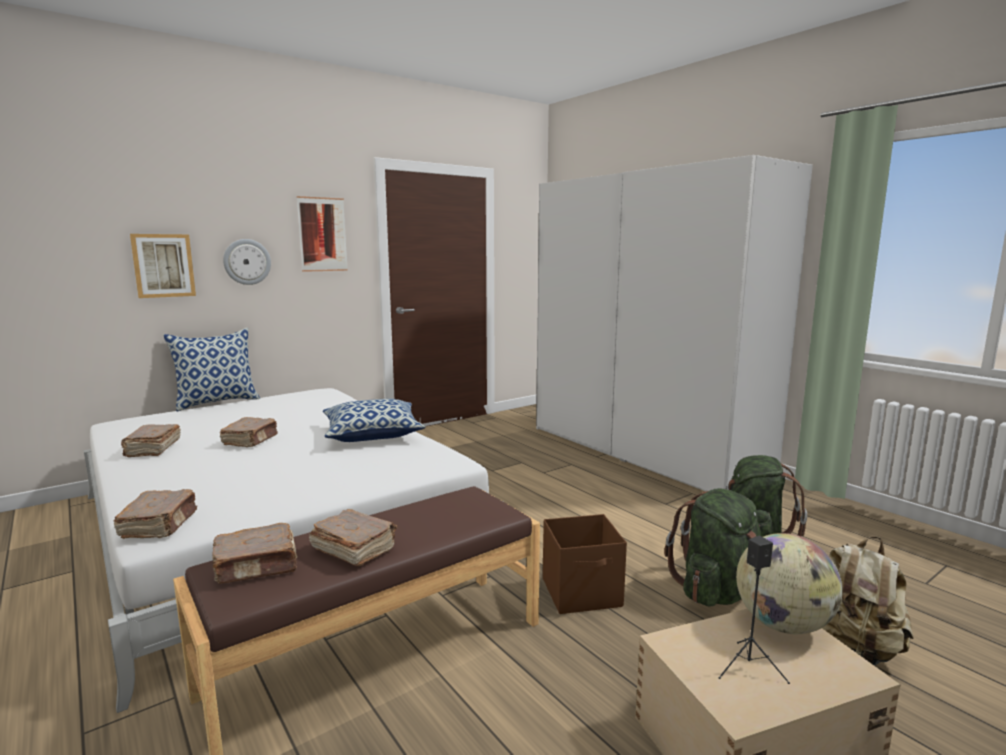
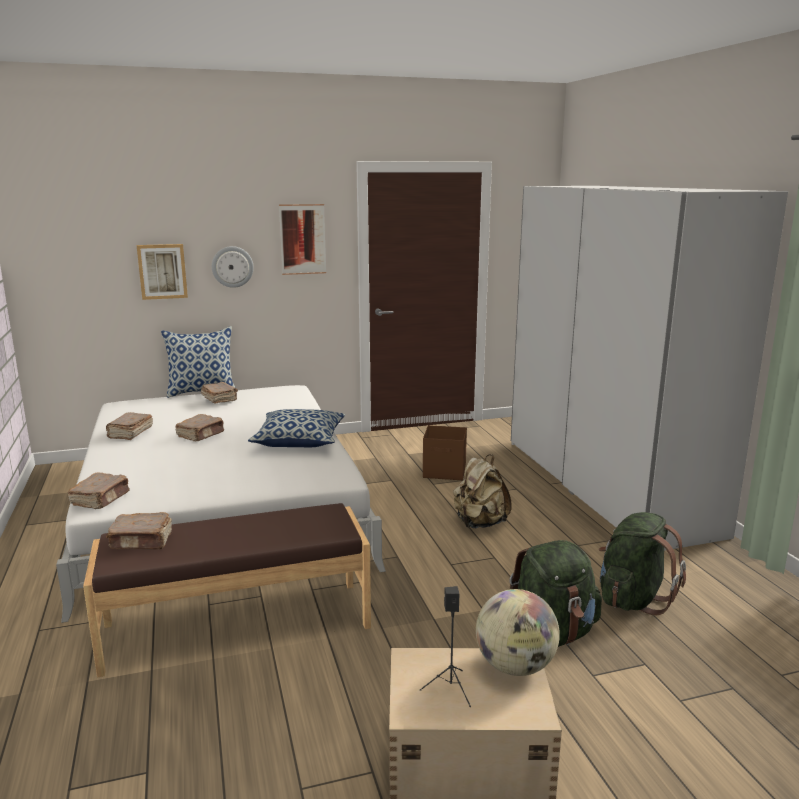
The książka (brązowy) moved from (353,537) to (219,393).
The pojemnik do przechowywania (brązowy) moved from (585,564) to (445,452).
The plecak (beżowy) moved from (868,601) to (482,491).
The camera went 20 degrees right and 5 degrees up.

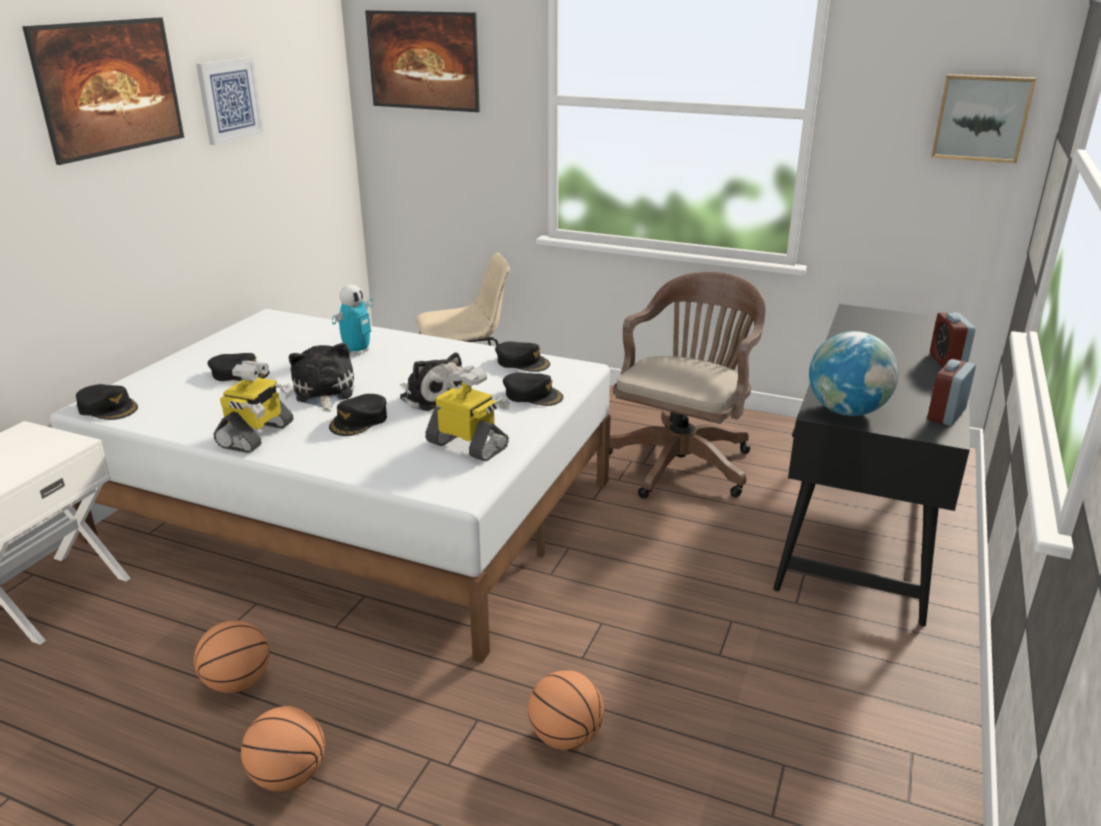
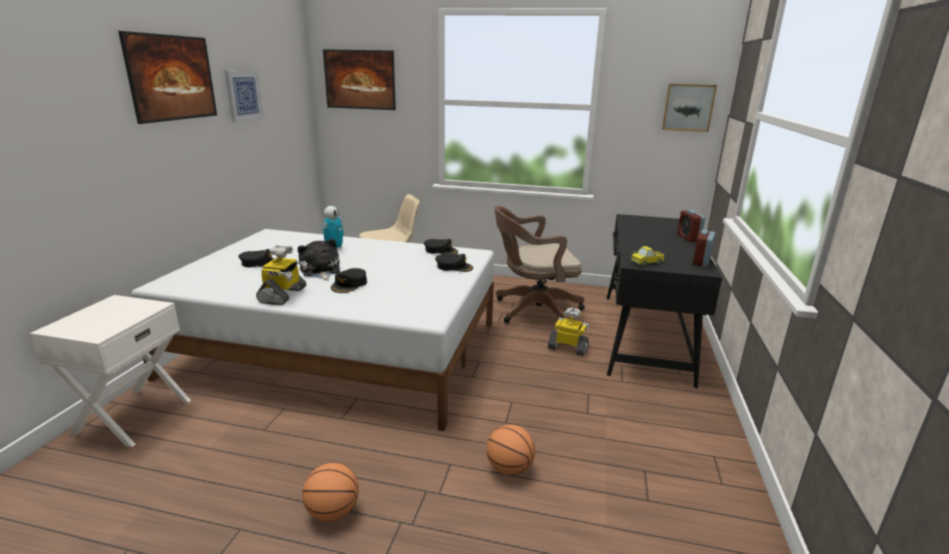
The czapka z daszkiem (czarny) at (107,402) disappeared.
The piłka do koszykówki at (231,656) disappeared.
The pluszak at (431,381) disappeared.
The robot zabawkowy moved from (467,413) to (569,332).
The krzesło biurowe (brązowy) at (687,385) turned 120 degrees counterclockwise.
The globus at (853,373) was replaced by the ciężarówka zabawkowa at (648,256).
The camera went 10 degrees left and 5 degrees down.

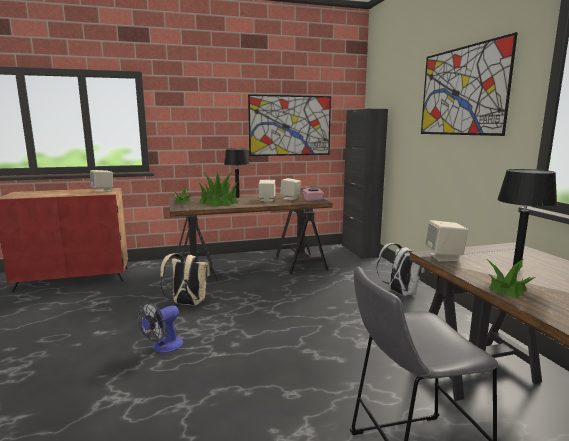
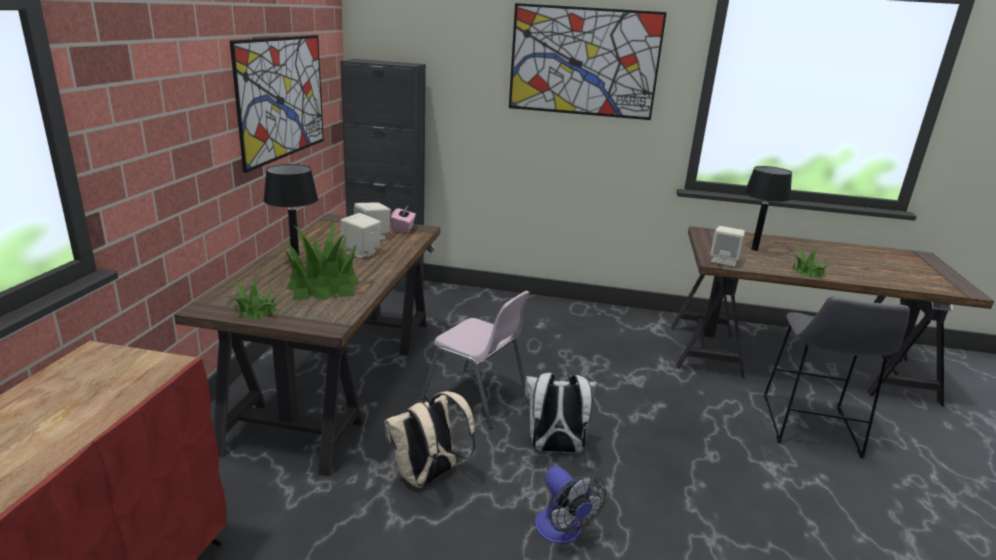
The głośnik (beżowy) at (101,181) disappeared.
The plecak (biały) moved from (400,269) to (561,412).
The krzesło (różowy) at (475,360) appeared.
The camera went 65 degrees left and 10 degrees up.

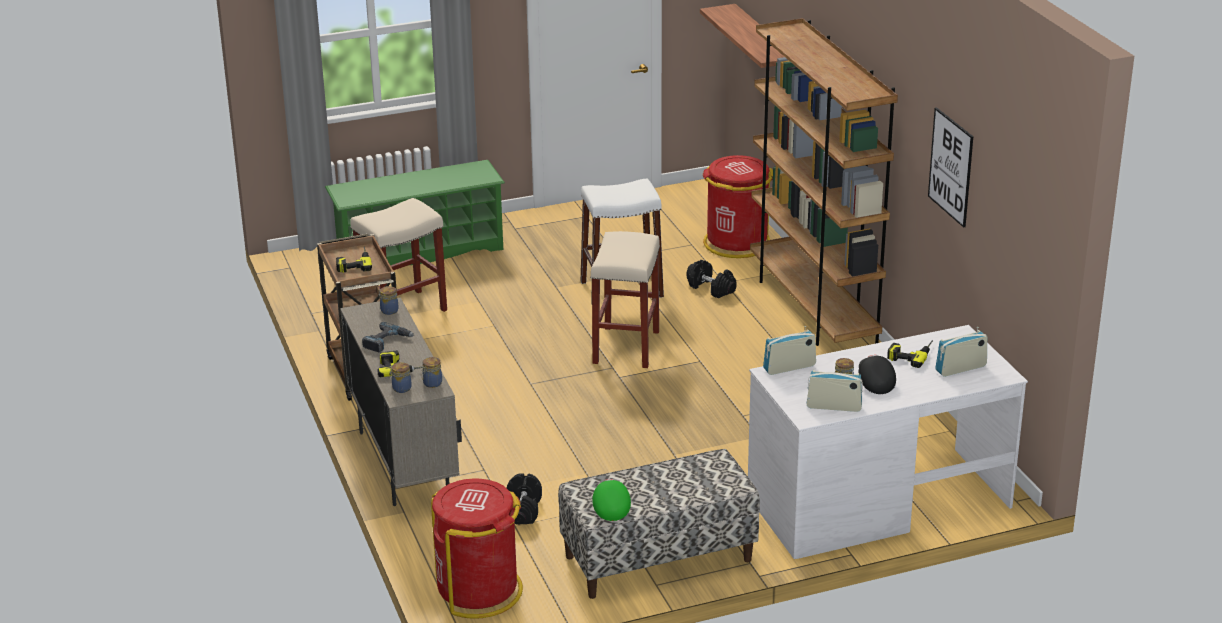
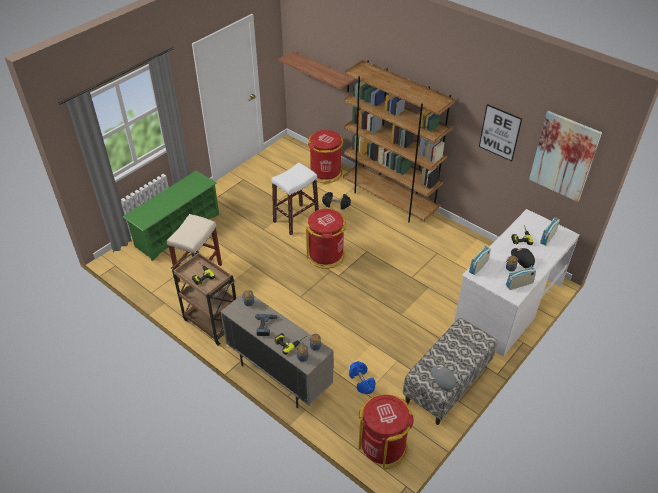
The hantel (czarny) at (524,499) became the hantel (niebieski) at (362,377).
The stołek (beżowy) at (625,299) was replaced by the kosz na śmieci (czerwony) at (326,239).
The czapka z daszkiem (zielony) at (611,500) became the czapka z daszkiem (szary) at (443,378).
The obraz at (565,156) appeared.
The camera went 30 degrees left and 15 degrees up.

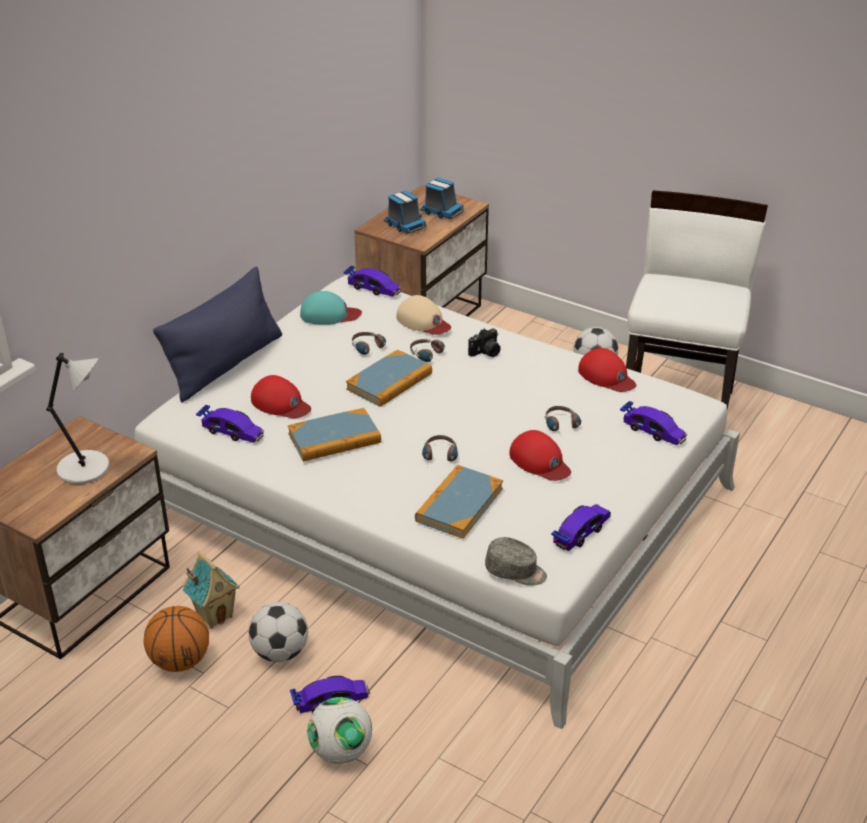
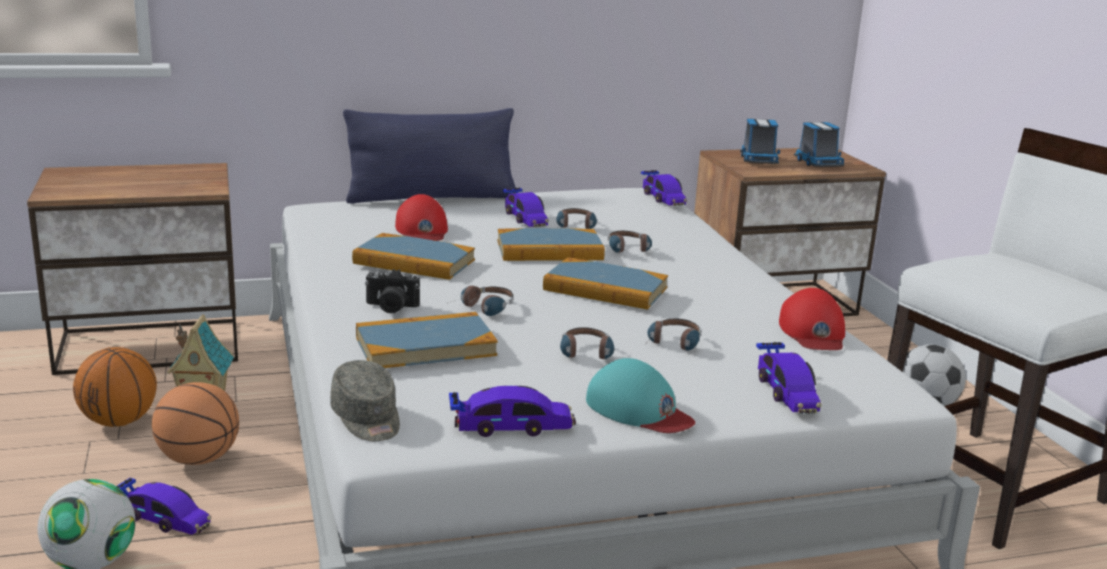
The lampa stołowa (szary) at (78,418) disappeared.
The samochodzik moved from (230,424) to (526,207).
The piłka futbolowa at (278,632) was replaced by the piłka do koszykówki at (195,423).
The czapka z daszkiem (turkusowy) moved from (331,308) to (640,395).
The czapka z daszkiem (beżowy) at (424,315) disappeared.
The aparat fotograficzny moved from (484,342) to (392,291).
The czapka z daszkiem (czerwony) at (540,455) was replaced by the słuchawki at (587,343).
The książka at (605,283) appeared.
The camera went 40 degrees right and 15 degrees down.

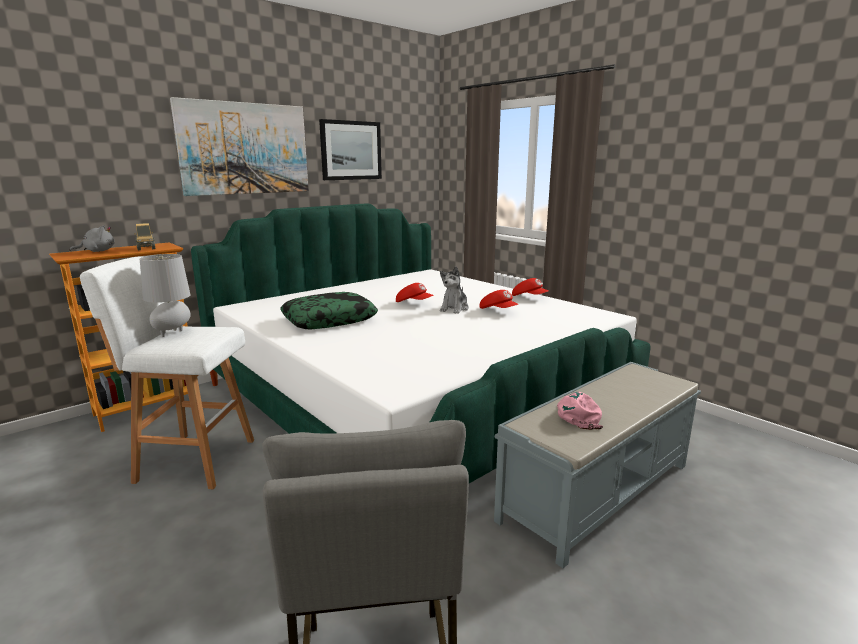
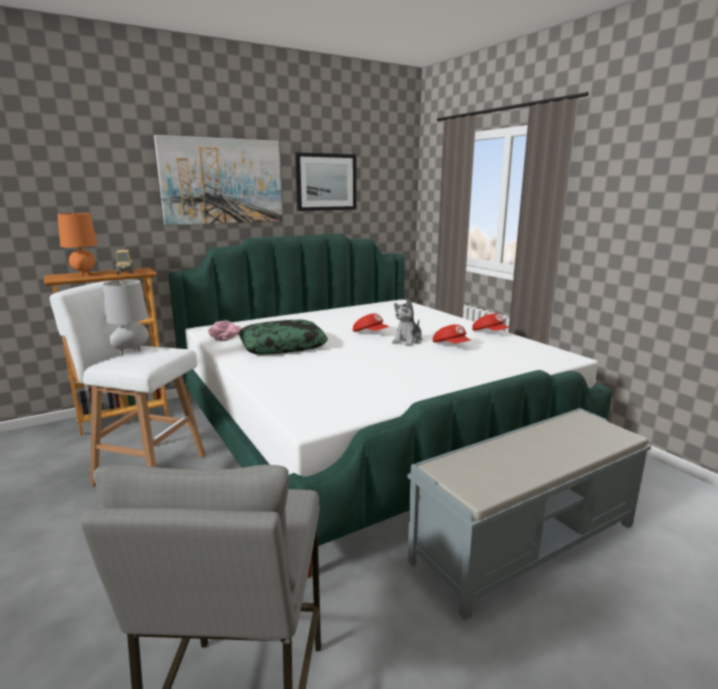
The pluszak (szary) at (92,238) was replaced by the lampa stołowa (pomarańczowy) at (77,244).
The czapka z daszkiem (różowy) moved from (580,411) to (225,330).
The camera went 10 degrees right and 0 degrees up.

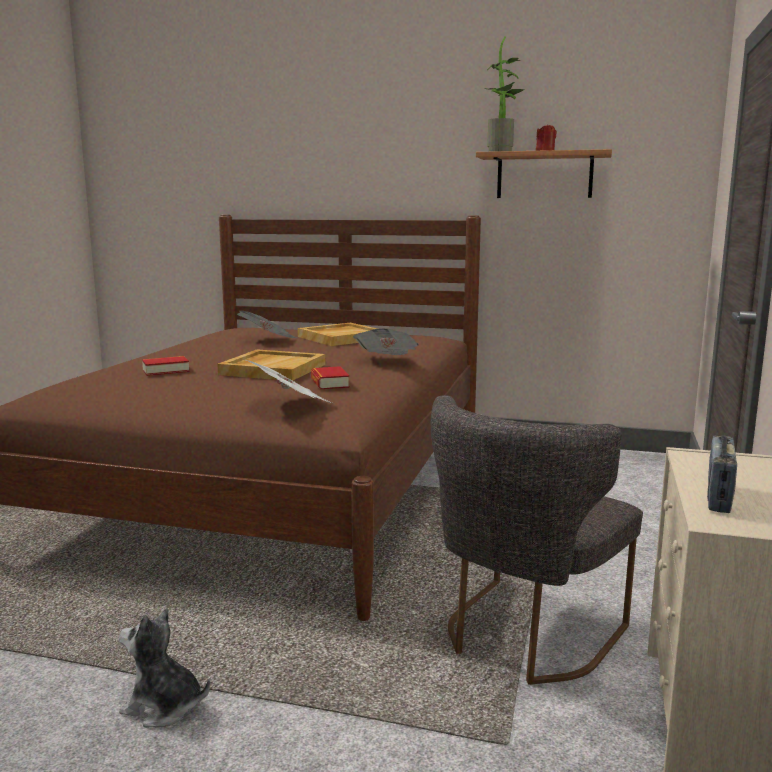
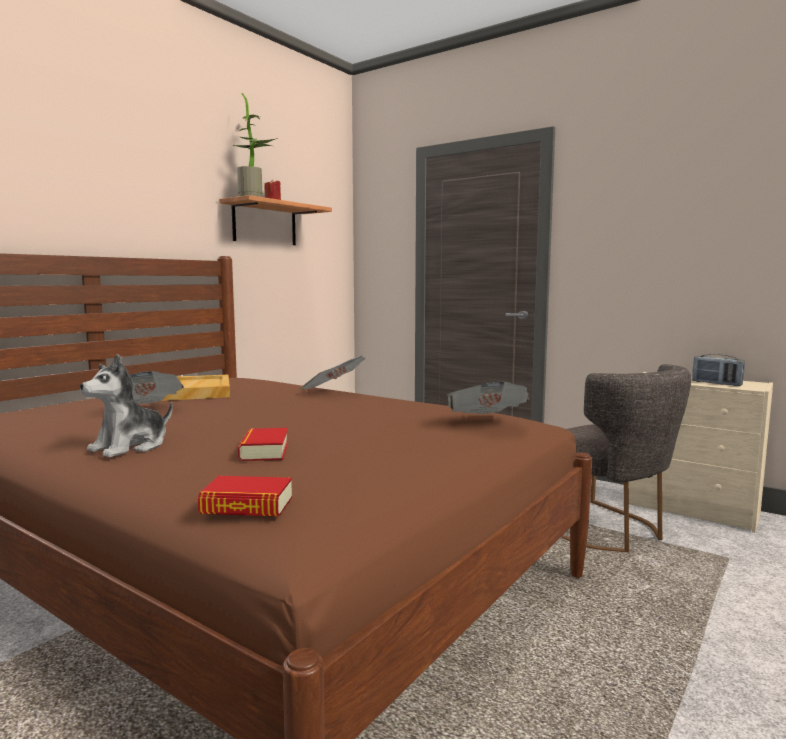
The pluszak moved from (164,667) to (126,406).
The taca (beżowy) at (271,365) disappeared.
The książka moved from (330,377) to (245,496).
The camera went 70 degrees left and 5 degrees down.

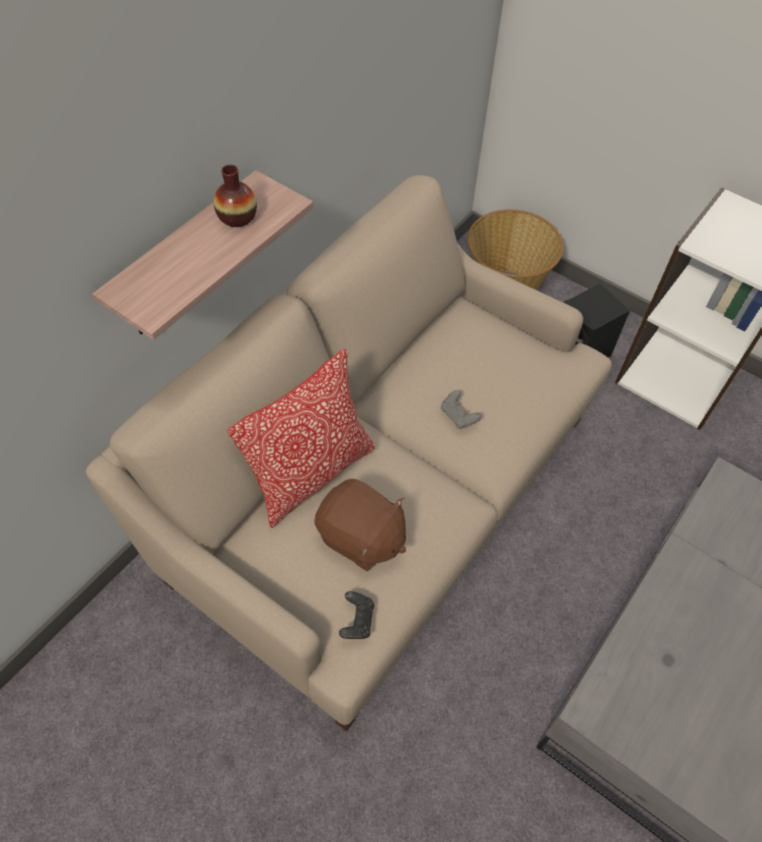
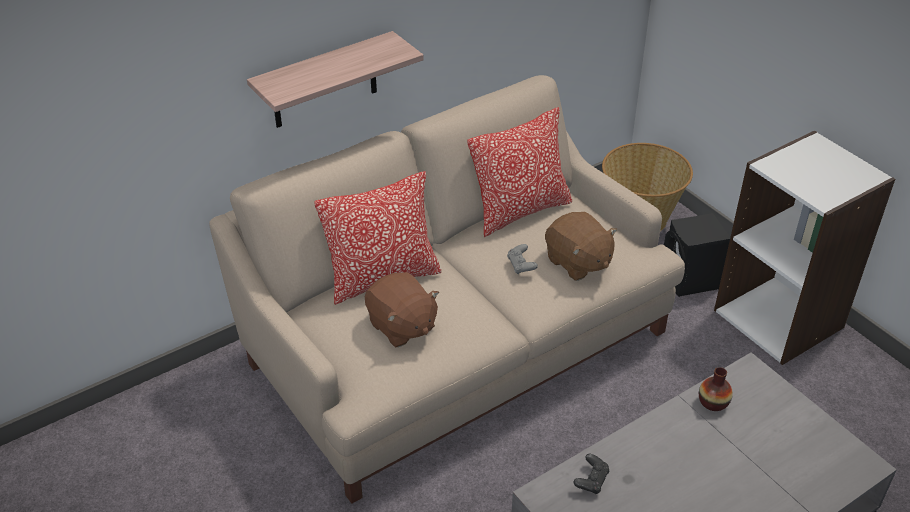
The wazon moved from (235,196) to (716,389).
The pad do gier (czarny) moved from (356,615) to (591,474).
The poduszka at (519,172) appeared.
The pluszak (brązowy) at (581,246) appeared.
The camera went 20 degrees right and 15 degrees down.

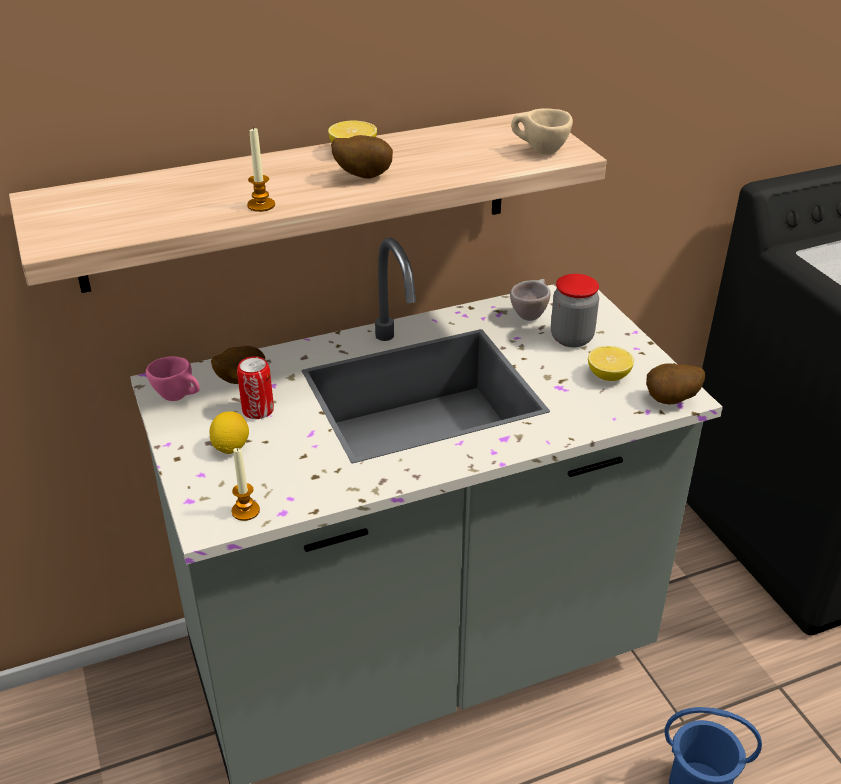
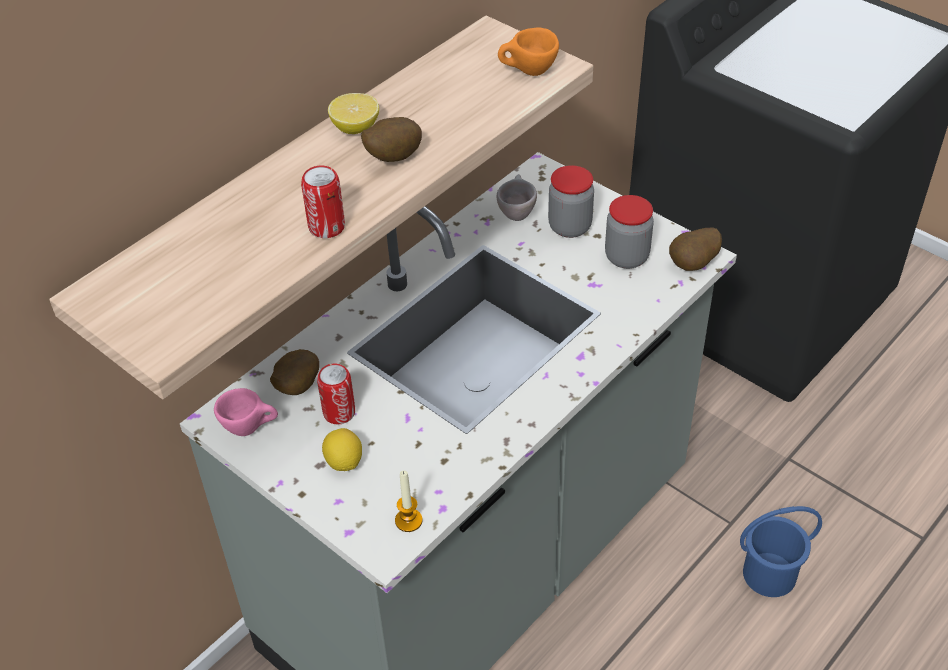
The świeca at (261,169) was replaced by the puszka at (323,201).
The filiżanka (beżowy) at (542,131) became the filiżanka (pomarańczowy) at (528,51).
The cytryna at (611,363) was replaced by the słoik at (629,232).
The camera went 25 degrees left and 10 degrees up.

